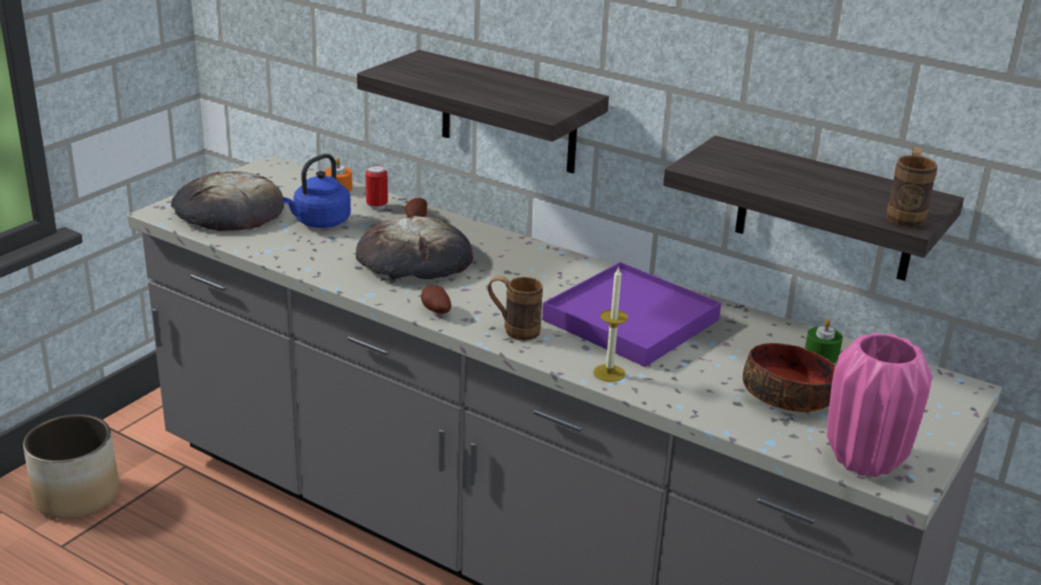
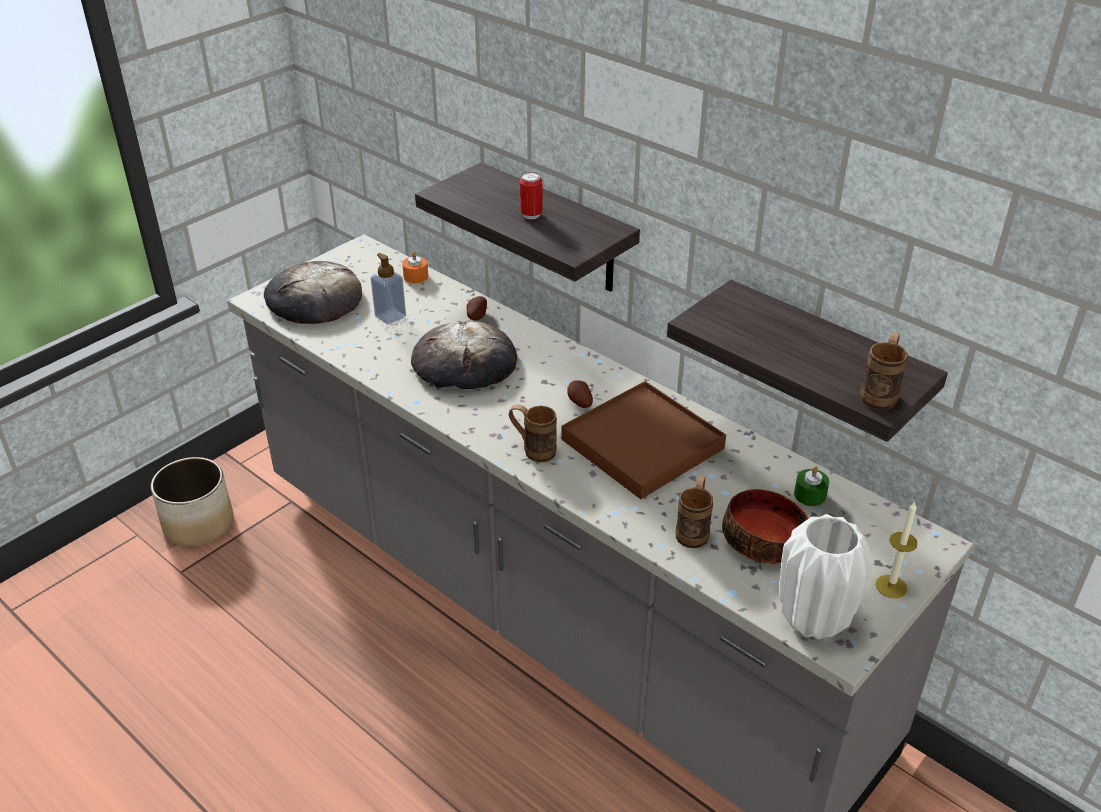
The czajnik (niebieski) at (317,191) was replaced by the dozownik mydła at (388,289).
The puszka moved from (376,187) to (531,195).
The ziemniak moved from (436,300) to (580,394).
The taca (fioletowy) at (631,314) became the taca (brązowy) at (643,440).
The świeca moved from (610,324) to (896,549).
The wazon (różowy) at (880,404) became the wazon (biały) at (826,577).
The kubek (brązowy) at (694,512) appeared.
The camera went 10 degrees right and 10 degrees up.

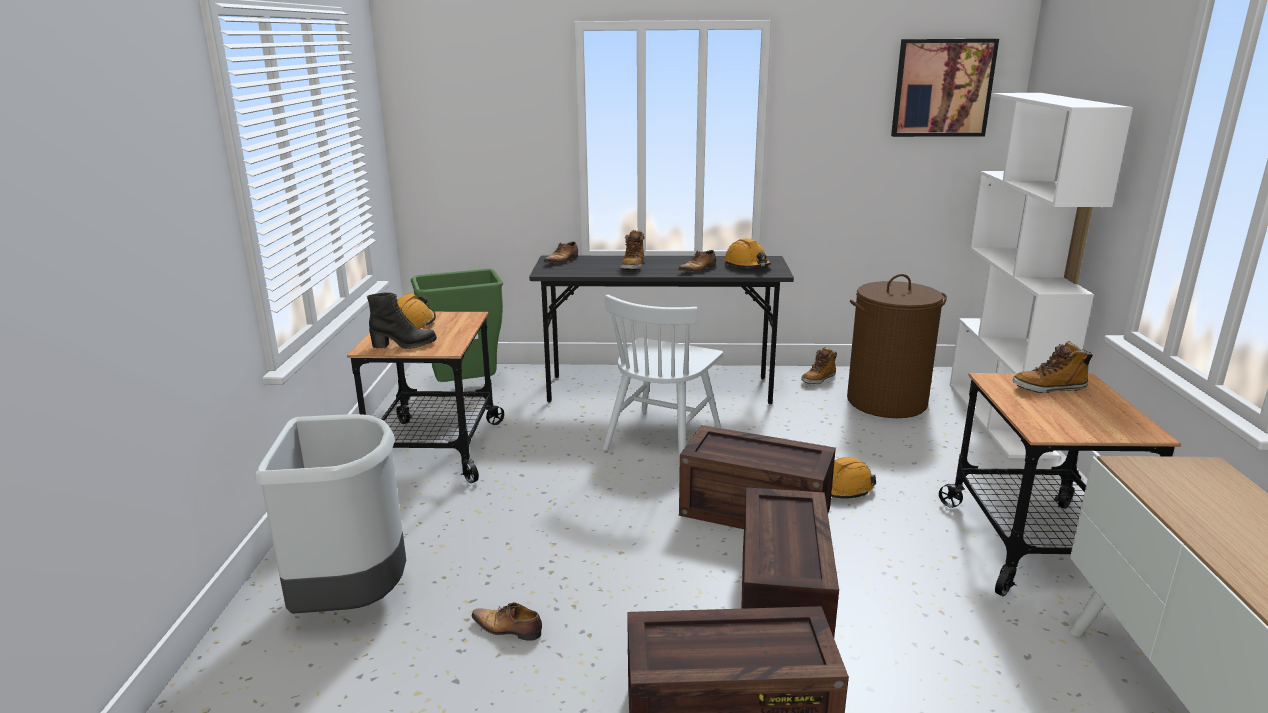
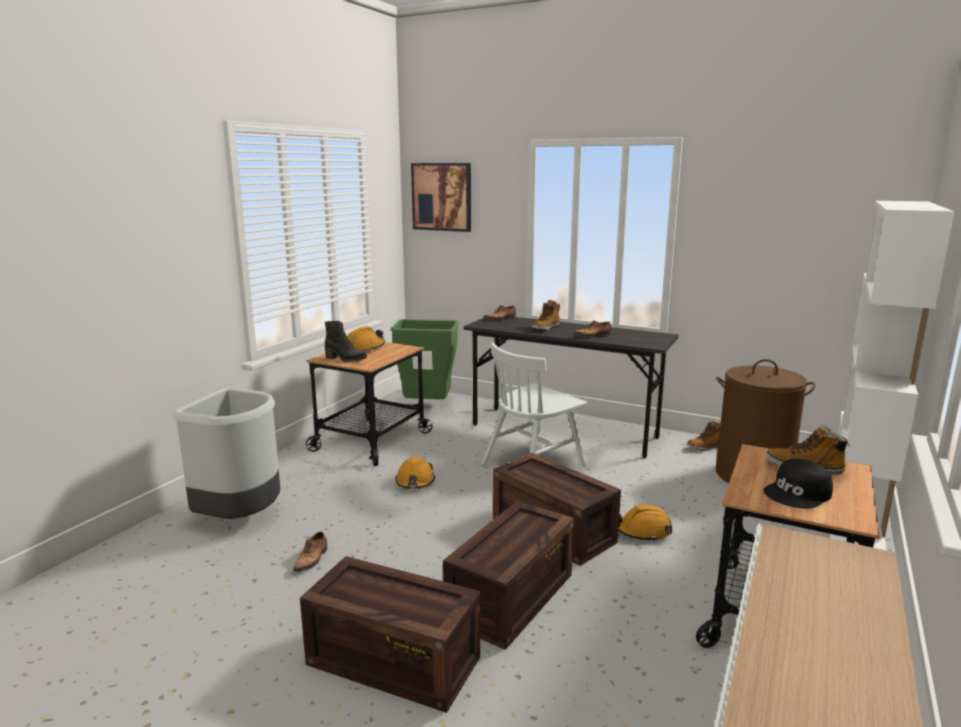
The but at (506,621) turned 120 degrees counterclockwise.
The kask (pomarańczowy) moved from (747,252) to (415,473).
The obraz moved from (945,88) to (441,197).
The czapka z daszkiem (czarny) at (798,483) appeared.
The camera went 25 degrees right and 5 degrees down.

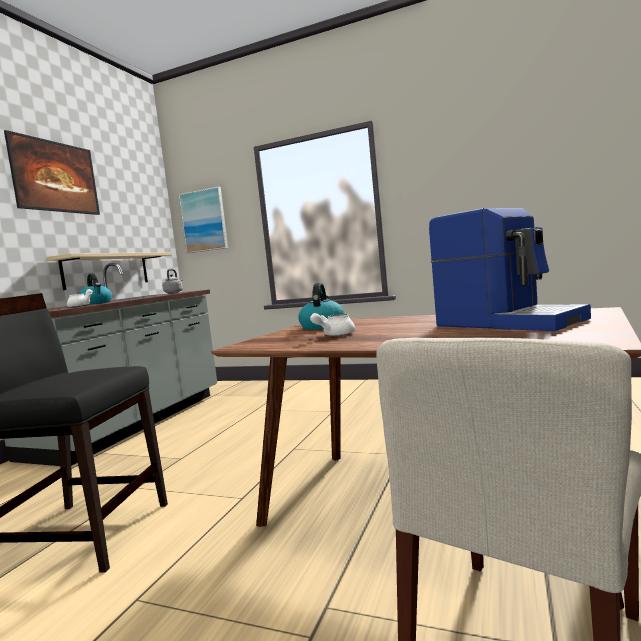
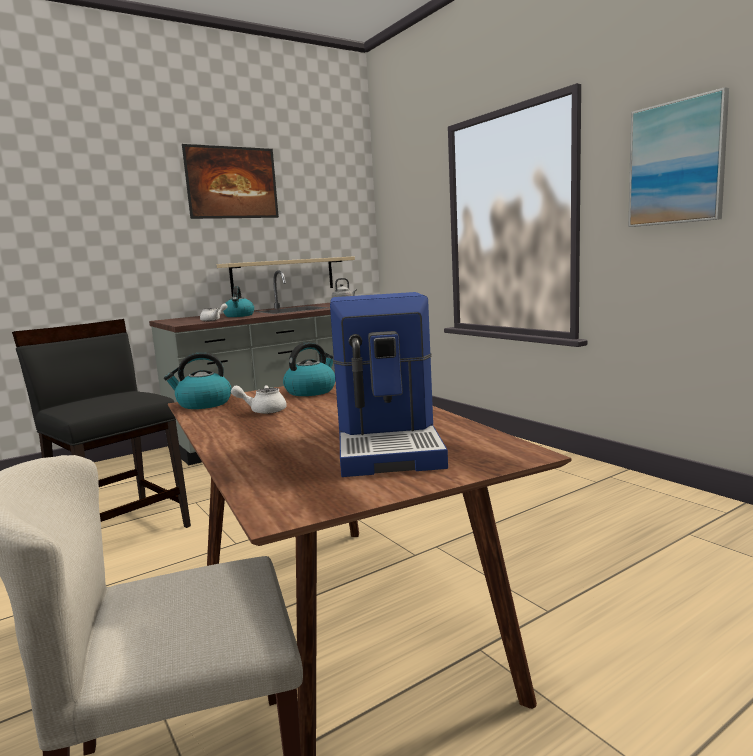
The obraz moved from (203,220) to (678,157).
The czajnik at (198,380) appeared.
The camera went 35 degrees right and 5 degrees up.

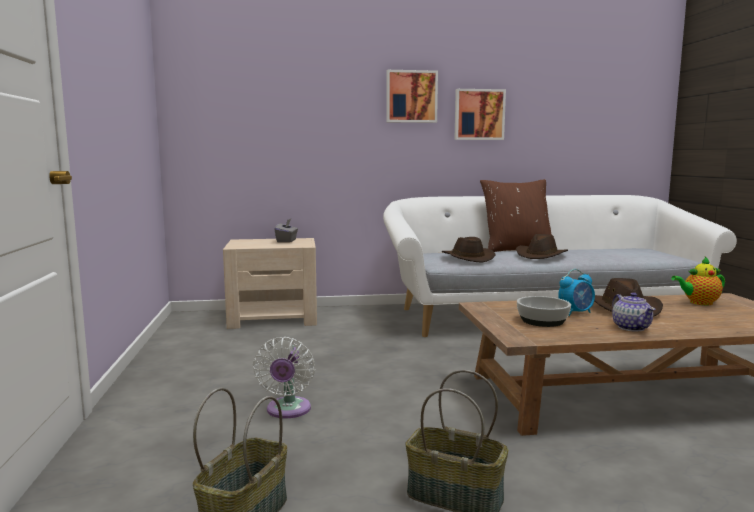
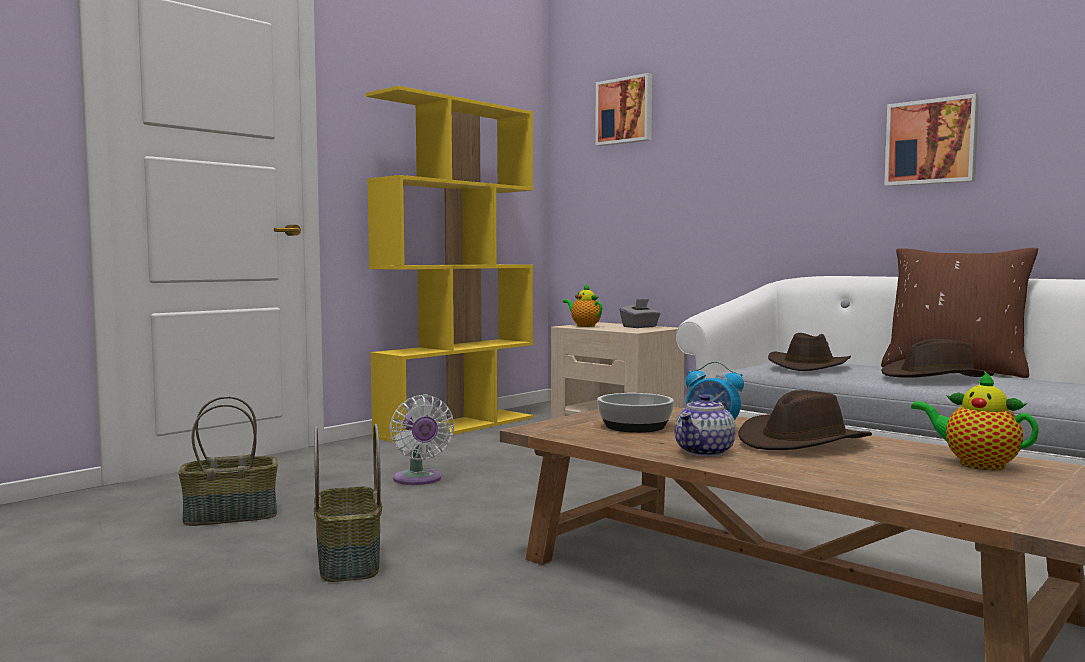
The wentylator (biały) at (284,377) turned 75 degrees counterclockwise.
The obraz moved from (412,96) to (623,109).
The regał (żółty) at (449,264) appeared.
The imbryk at (582,305) appeared.
The camera went 50 degrees right and 5 degrees down.

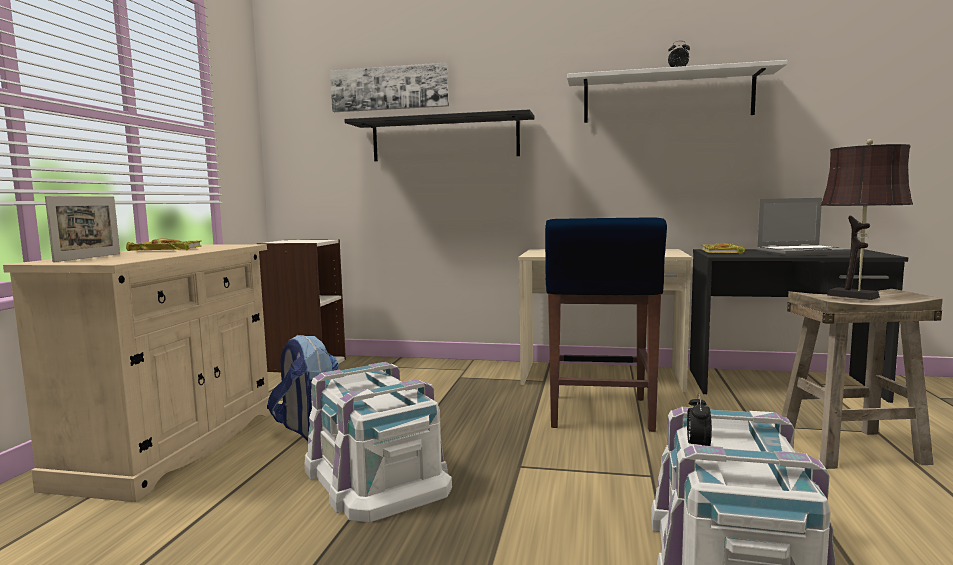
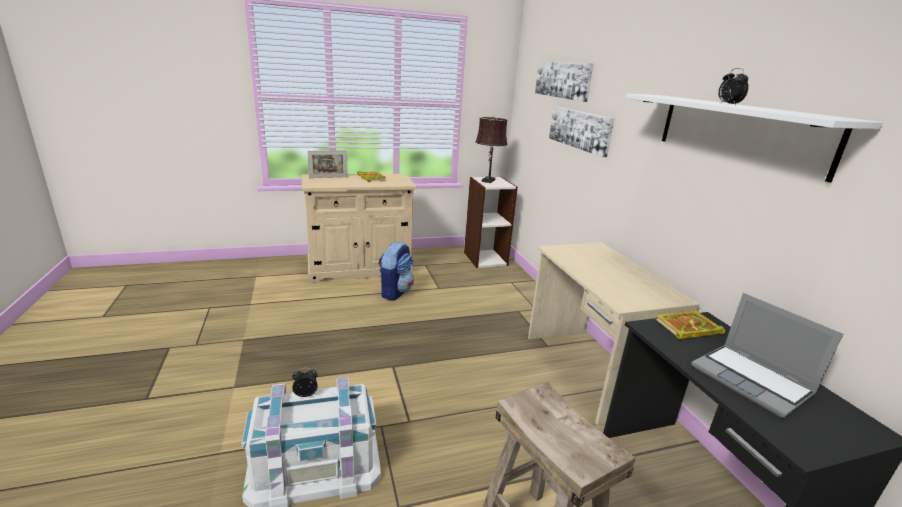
The pojemnik do przechowywania (biały) at (378,442) disappeared.
The półka (czarny) at (439,135) was replaced by the obraz at (581,131).
The stołek (niebieski) at (606,324) disappeared.
The lampa stołowa (brązowy) moved from (866,219) to (491,149).
The camera went 60 degrees right and 15 degrees up.

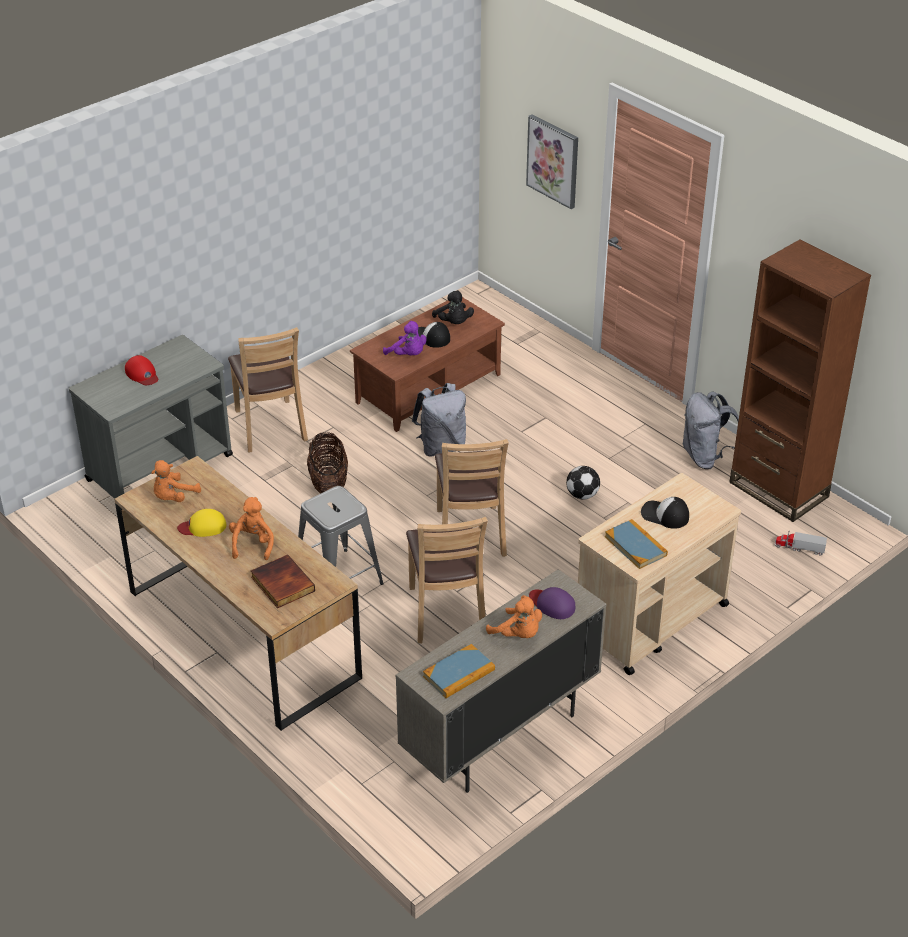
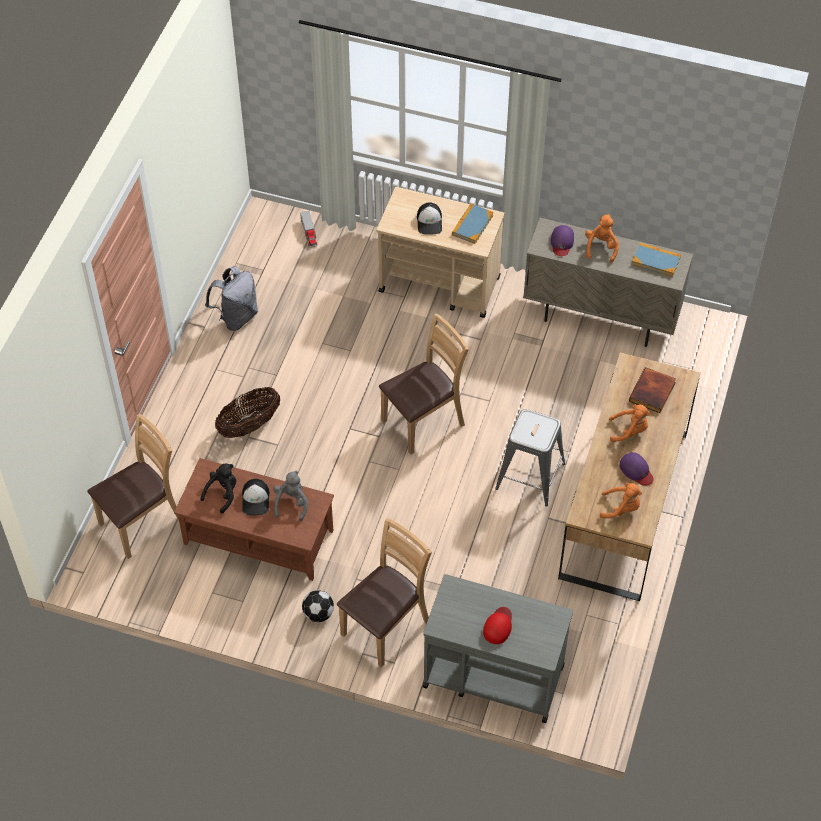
The czapka z daszkiem (żółty) at (201,523) became the czapka z daszkiem (fioletowy) at (636,469).
The pluszak (pomarańczowy) at (251,528) turned 150 degrees counterclockwise.
The koszyk moved from (327,463) to (247,412).
The pluszak (fioletowy) at (404,338) became the pluszak (szary) at (291,496).
The krzesło (brązowy) moved from (447,580) to (133,486).
The plecak (szary) at (439,420) disappeared.
The obraz at (552,161) disappeared.
The piłka futbolowa moved from (583,482) to (318,606).
The regał (brązowy) at (800,381) disappeared.
The camera went 120 degrees left and 15 degrees up.

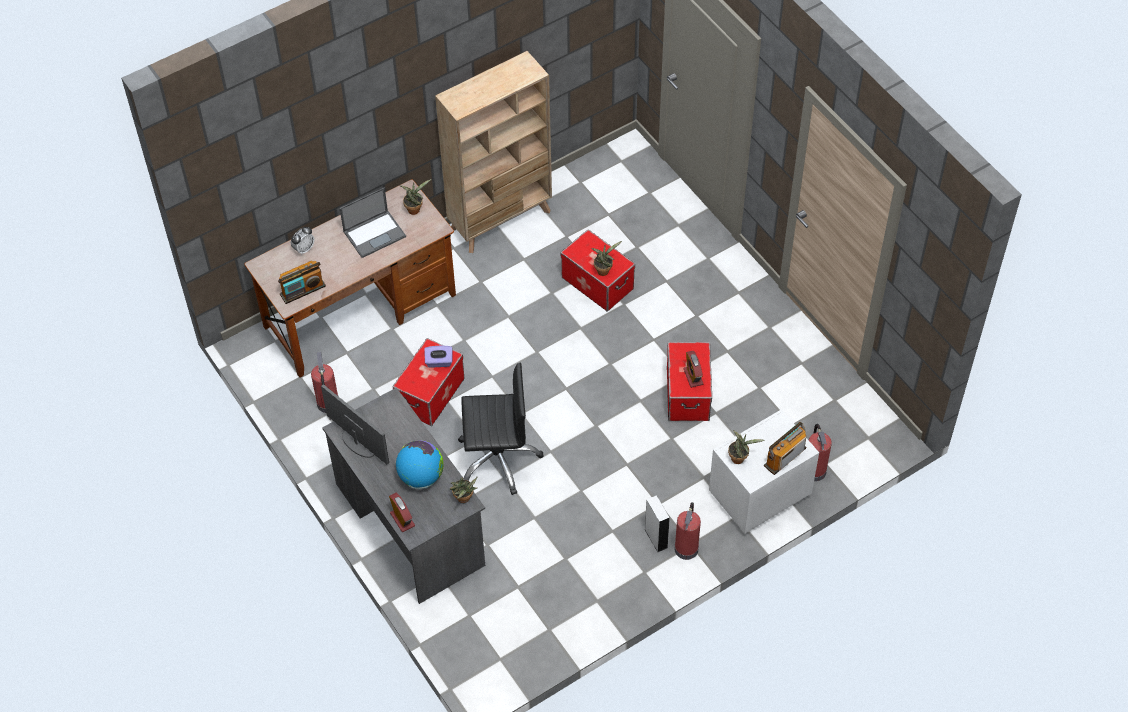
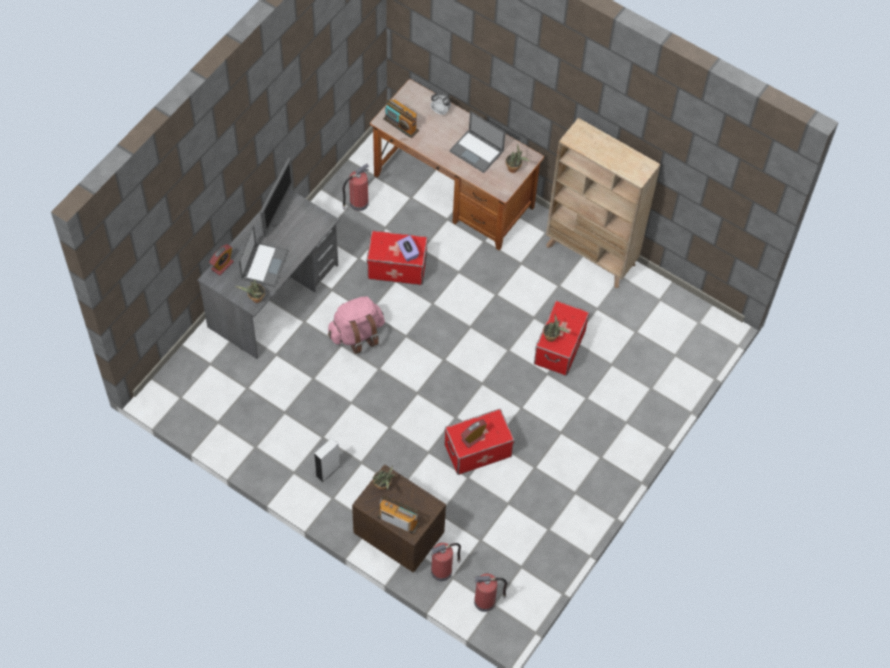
The globus at (420,464) was replaced by the laptop at (263,256).
The krzesło biurowe (czarny) at (500,429) was replaced by the plecak (różowy) at (356,325).
The gaśnica moved from (688,531) to (490,593).
The szafka nocna (biały) at (764,471) became the szafka nocna (brązowy) at (399,518).
The camera went 65 degrees right and 5 degrees up.

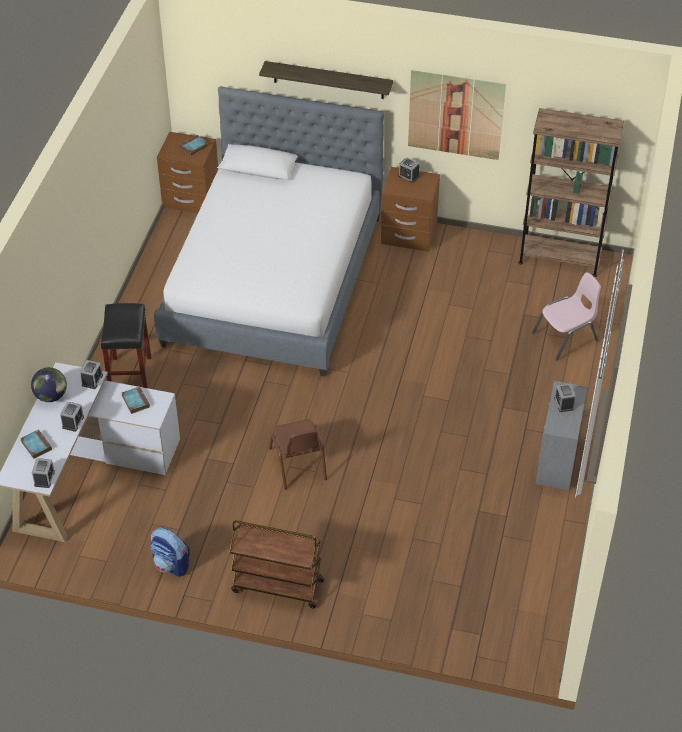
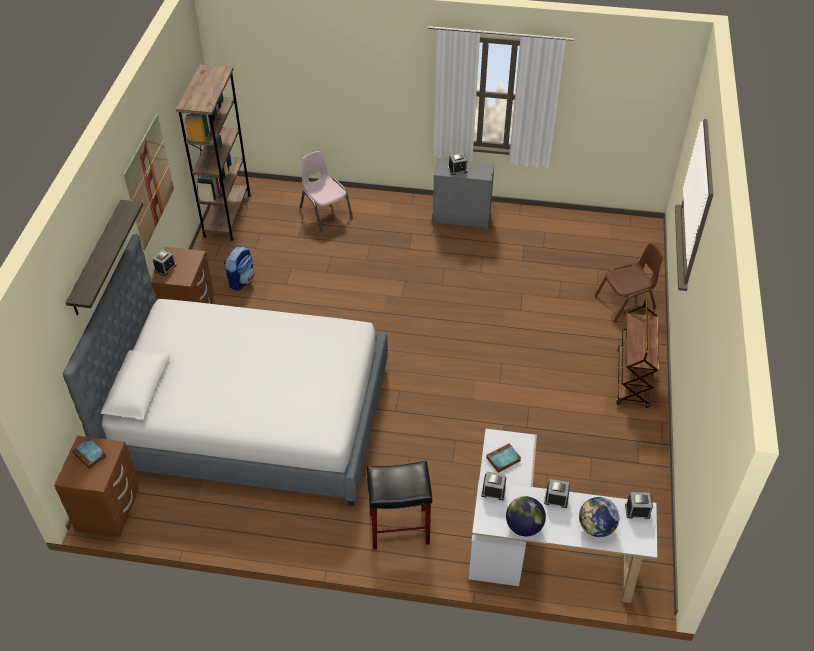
The książka at (36,444) was replaced by the globus at (599,517).
The plecak moved from (170,552) to (239,268).
The krzesło (brązowy) moved from (298,454) to (629,283).
The camera went 95 degrees left and 0 degrees up.

